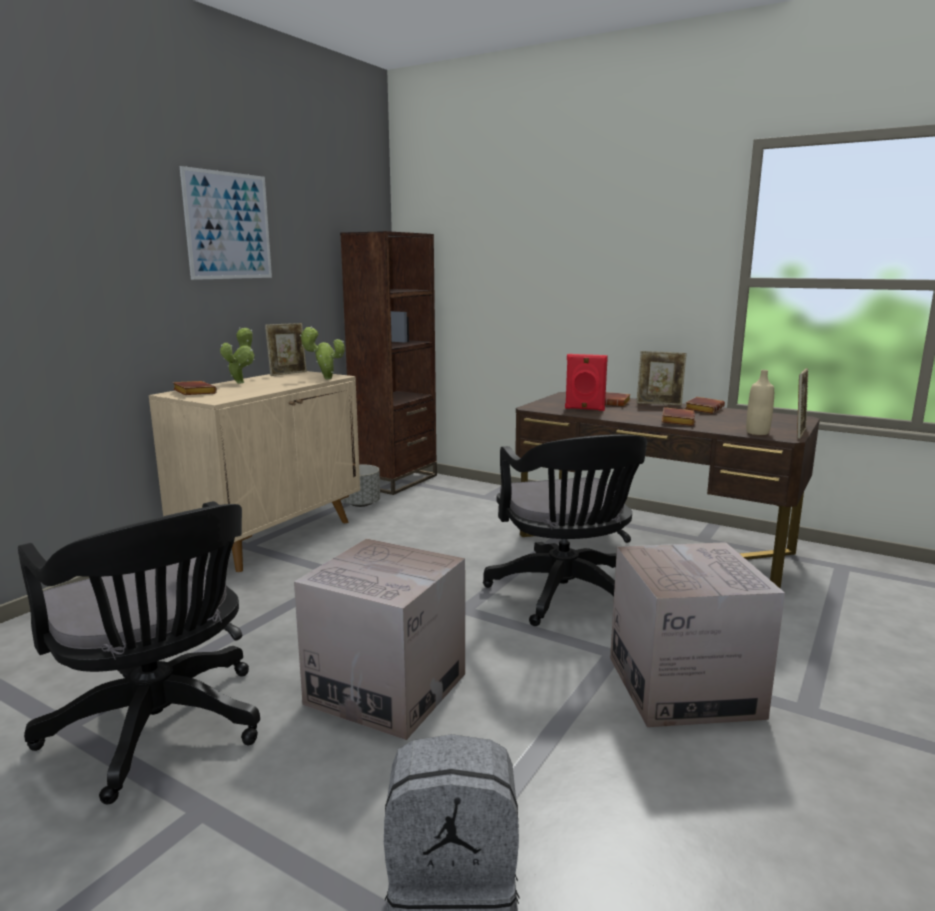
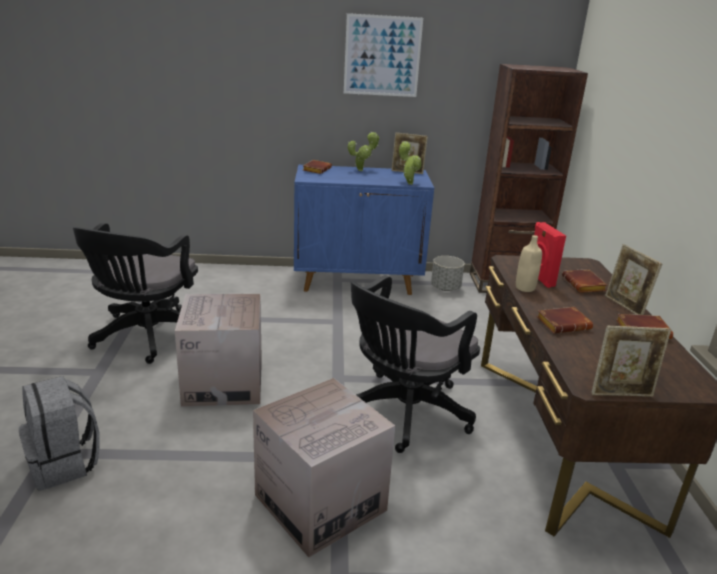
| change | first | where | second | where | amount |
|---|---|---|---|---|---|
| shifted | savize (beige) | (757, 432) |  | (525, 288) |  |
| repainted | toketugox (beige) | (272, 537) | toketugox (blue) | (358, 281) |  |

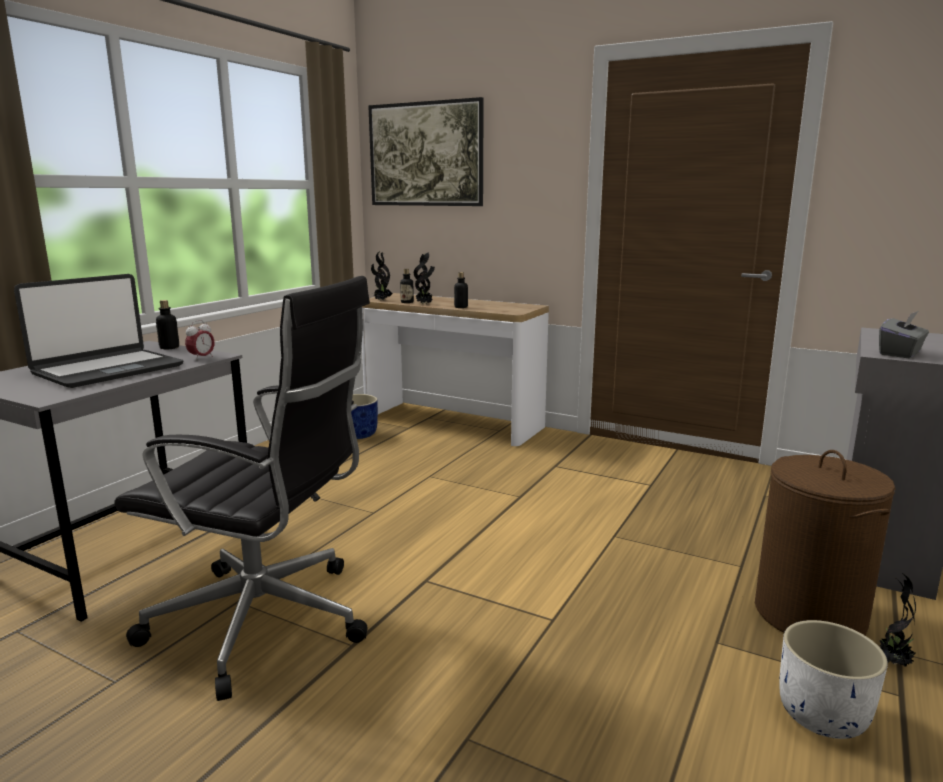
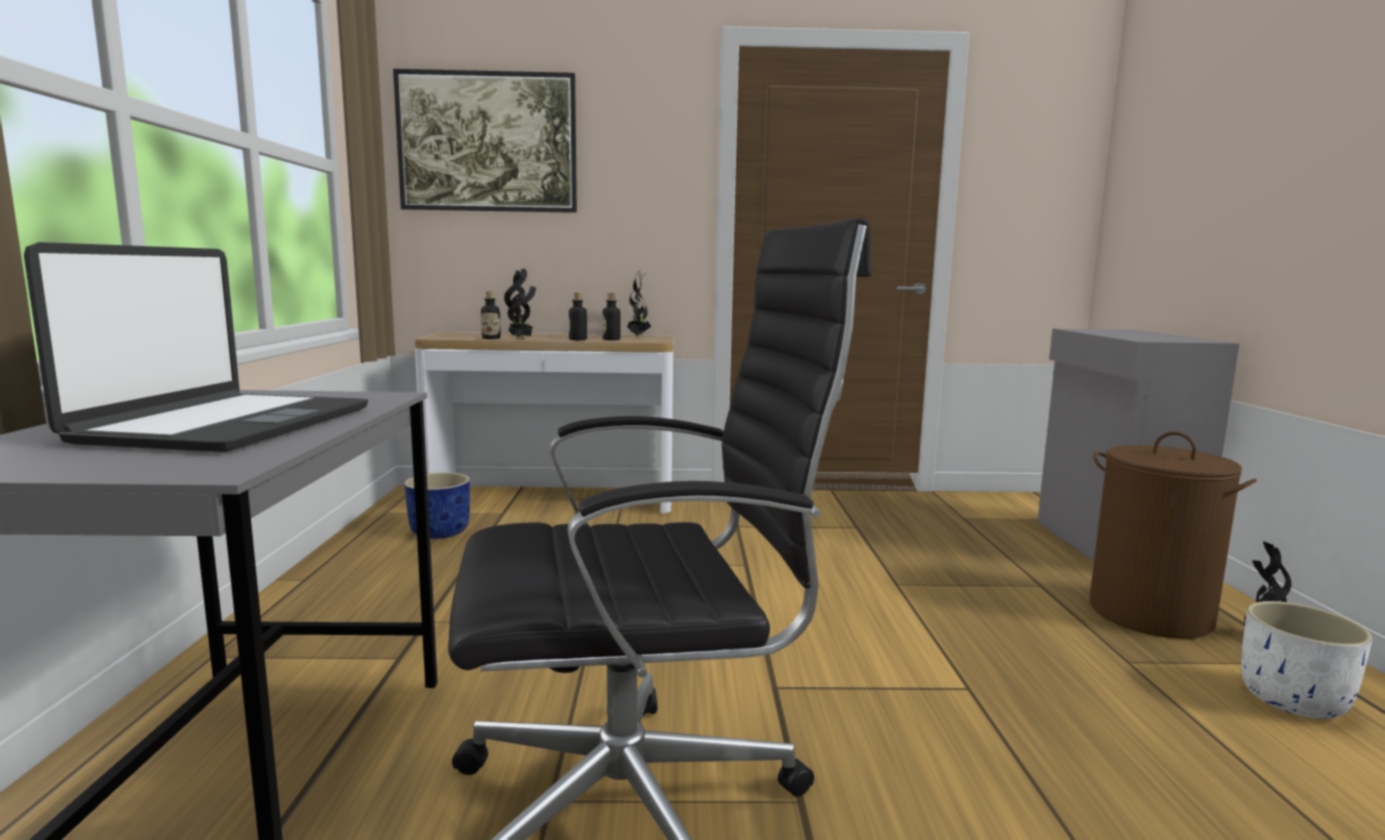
| change | first | where | second | where | amount |
|---|---|---|---|---|---|
| shifted | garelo | (381, 300) |  | (638, 336) |  |
| shifted | savize | (169, 347) |  | (611, 339) |  |
| gone | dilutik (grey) | (900, 353) |  |  |  |
| gone | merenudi | (201, 358) |  |  |  |

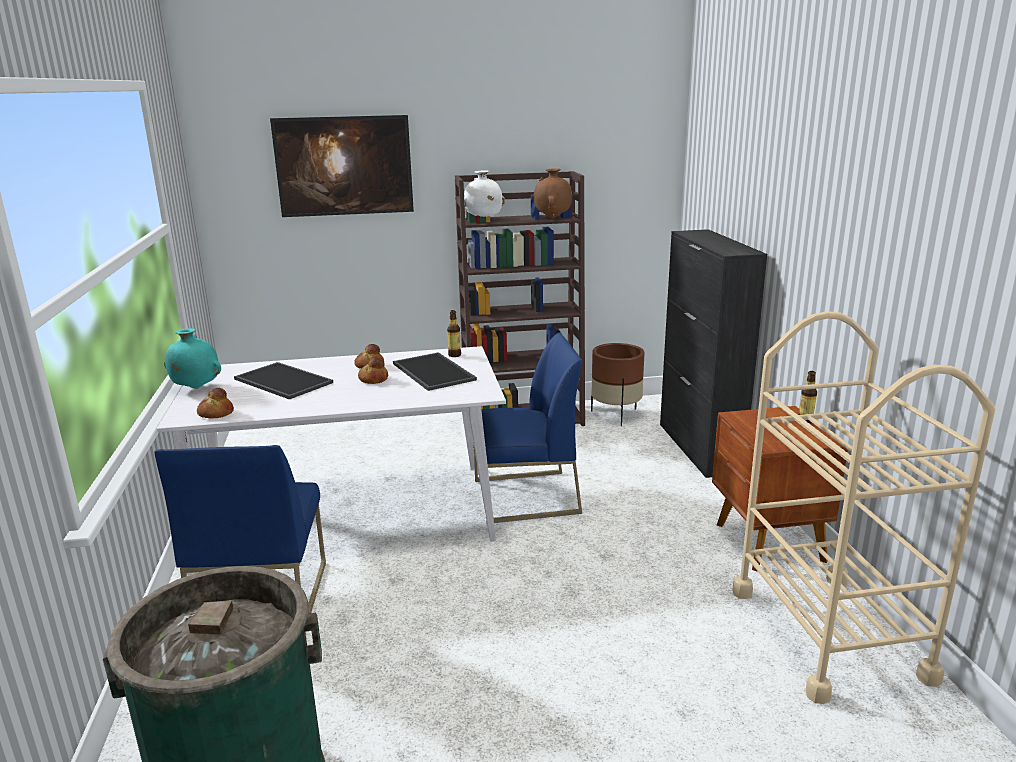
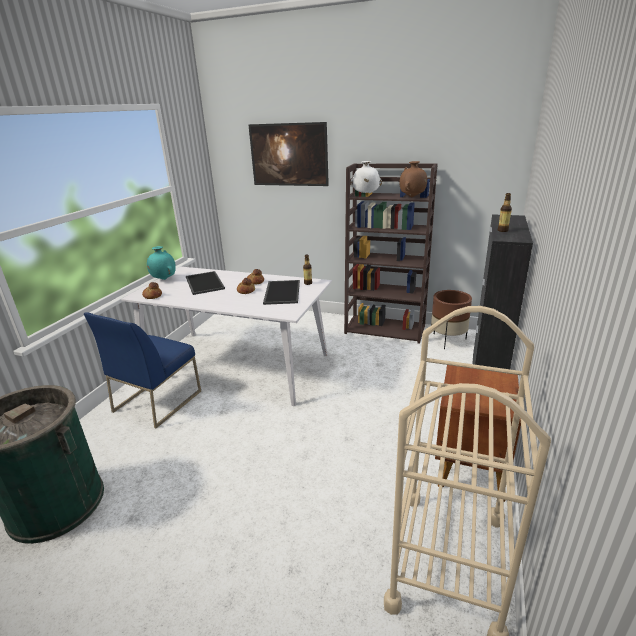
| change | first | where | second | where | amount |
|---|---|---|---|---|---|
| gone | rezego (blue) | (525, 497) |  |  |  |
| shifted | savize | (805, 421) |  | (502, 230) |  |

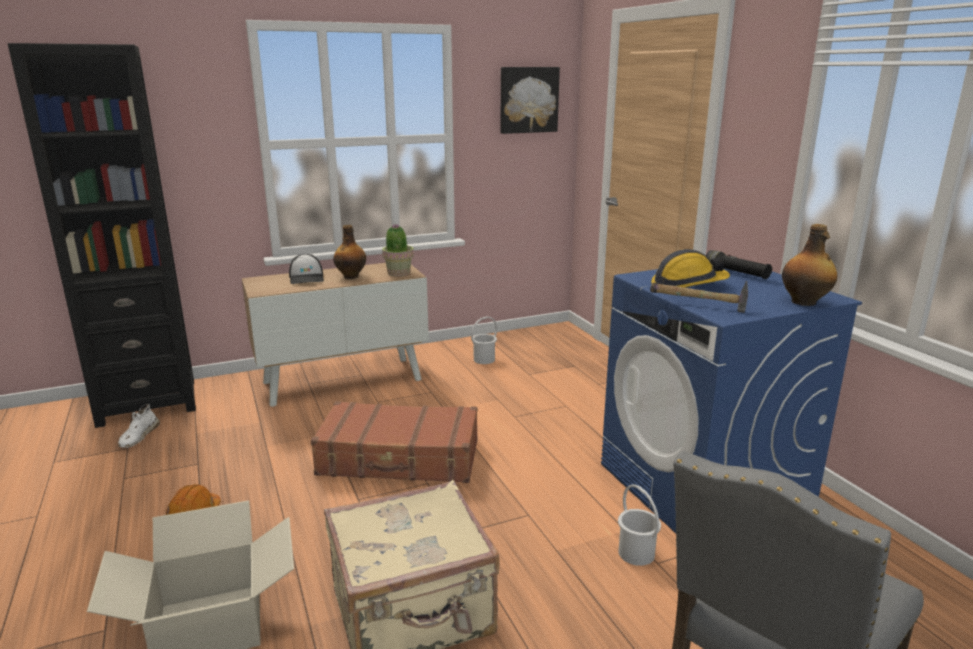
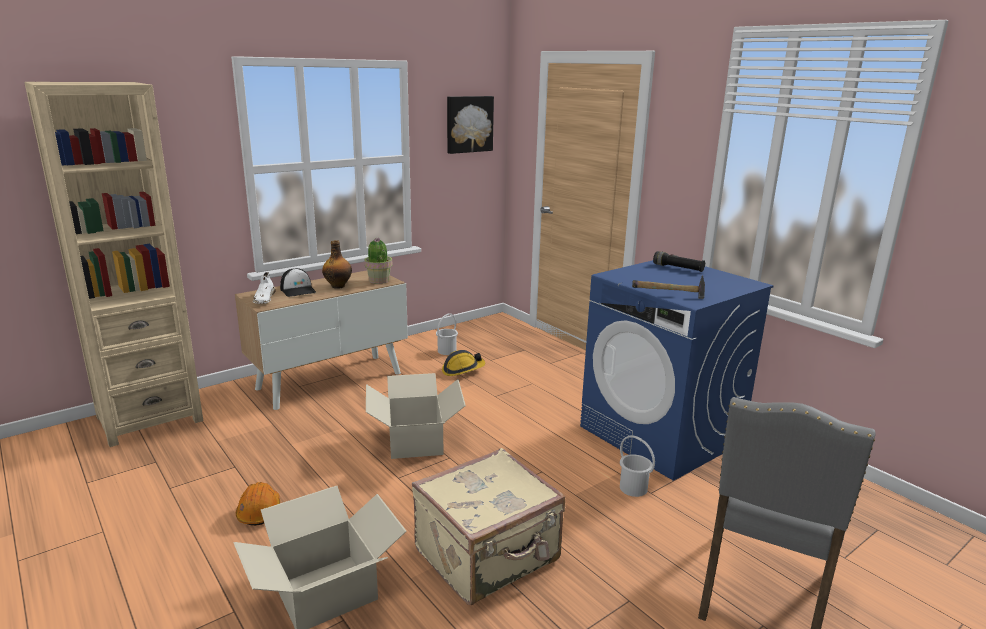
| change | first | where | second | where | amount |
|---|---|---|---|---|---|
| repainted | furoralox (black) | (148, 402) | furoralox (beige) | (149, 418) |  |
| gone | savize | (804, 302) |  |  |  |
| shifted | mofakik | (687, 285) |  | (462, 370) |  |
| swapped | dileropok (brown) | (399, 458) | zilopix | (416, 441) |  |
| shifted | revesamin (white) | (138, 436) |  | (264, 298) |  |

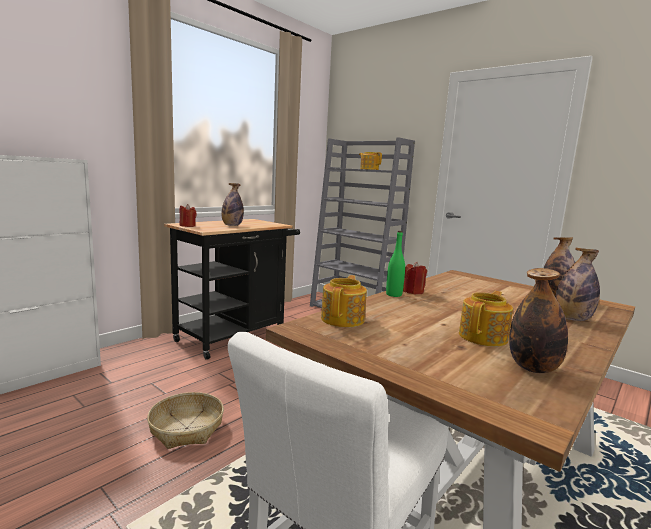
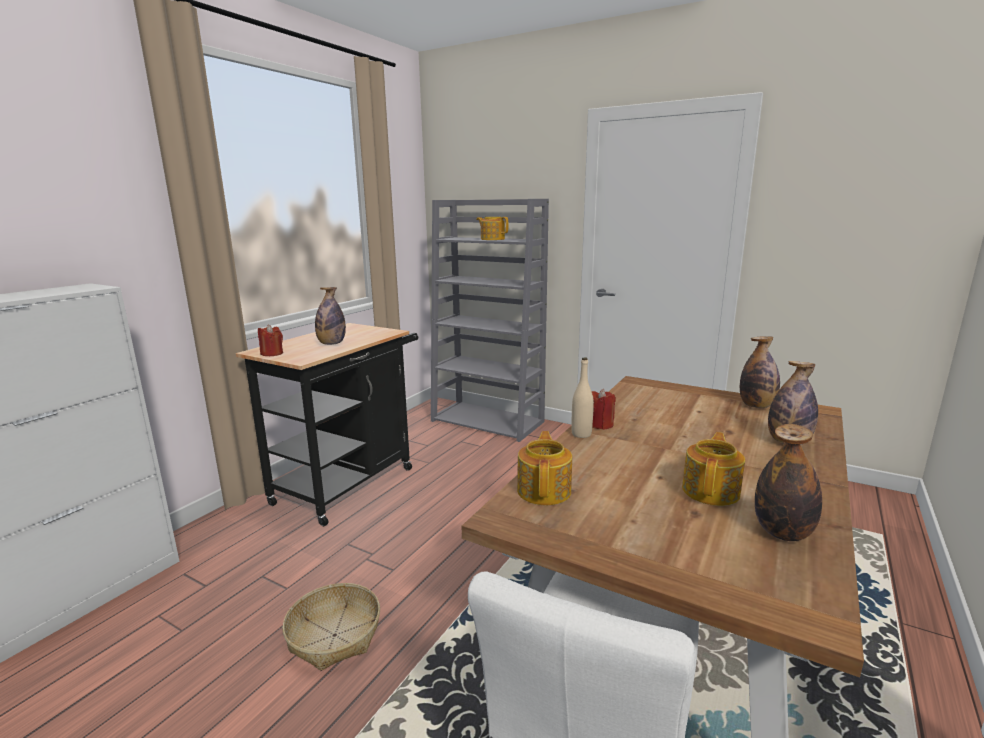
| change | first | where | second | where | amount |
|---|---|---|---|---|---|
| repainted | savize (green) | (394, 295) | savize (beige) | (581, 434) |  |

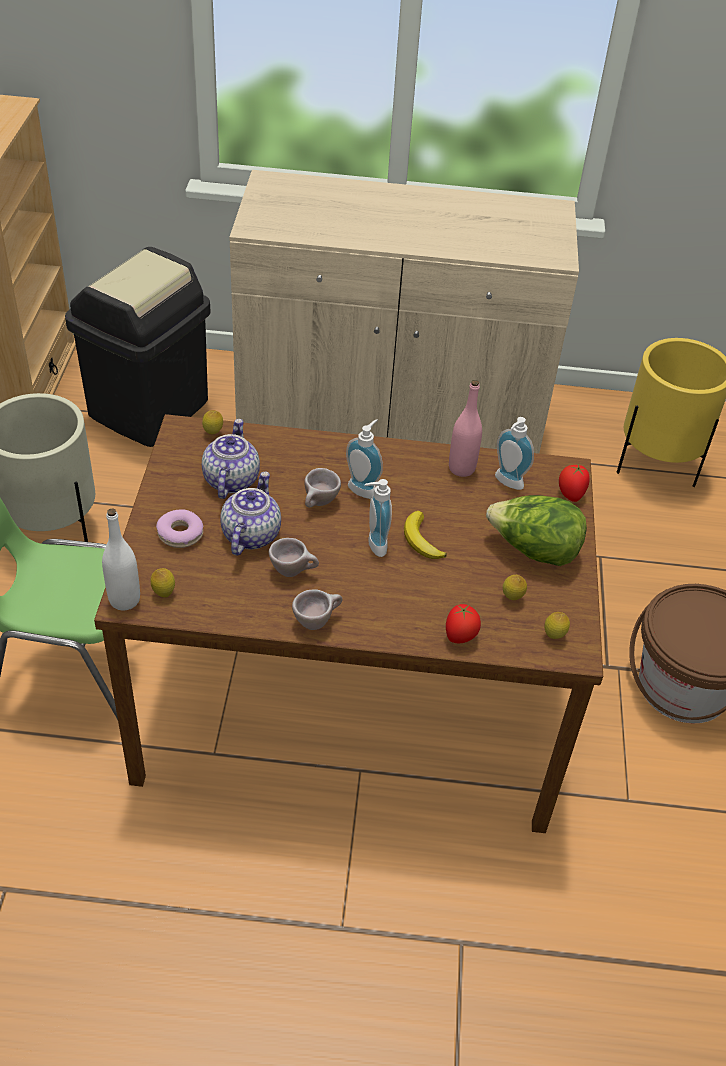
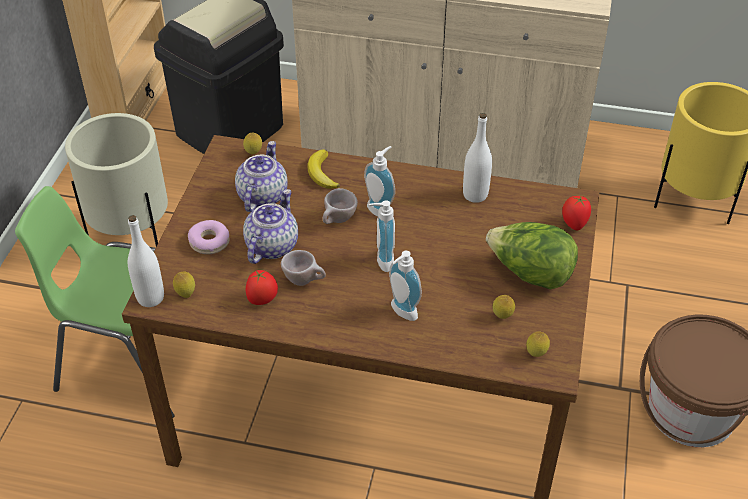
| change | first | where | second | where | amount |
|---|---|---|---|---|---|
| repainted | savize (pink) | (461, 468) | savize (white) | (475, 195) |  |
| shifted | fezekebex | (506, 483) |  | (401, 313) |  |
| shifted | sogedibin | (421, 540) |  | (322, 173) |  |
| gone | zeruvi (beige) | (317, 621) |  |  |  |
| shifted | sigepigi | (460, 637) |  | (262, 300) |  |

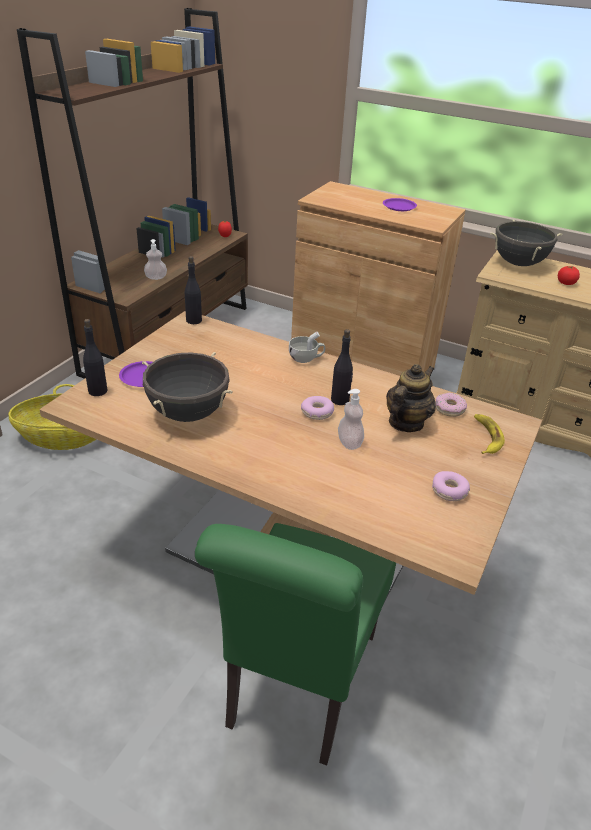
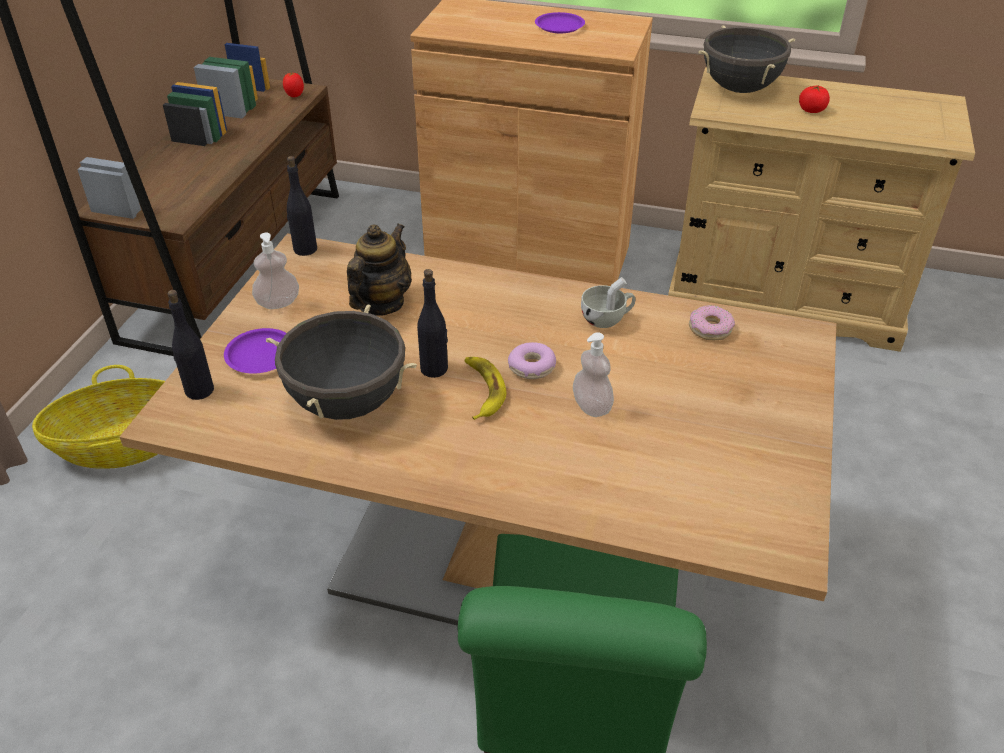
| change | first | where | second | where | amount |
|---|---|---|---|---|---|
| shifted | fezekebex | (156, 277) |  | (278, 303) |  |
| shifted | savize (black) | (340, 400) |  | (434, 369) |  |
| shifted | zeruvi (white) | (306, 358) |  | (607, 319) |  |
| shifted | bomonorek | (406, 423) |  | (380, 303) |  |
| shifted | sogedibin | (486, 437) |  | (482, 390) |  |
| gone | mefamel | (449, 491) |  |  |  |

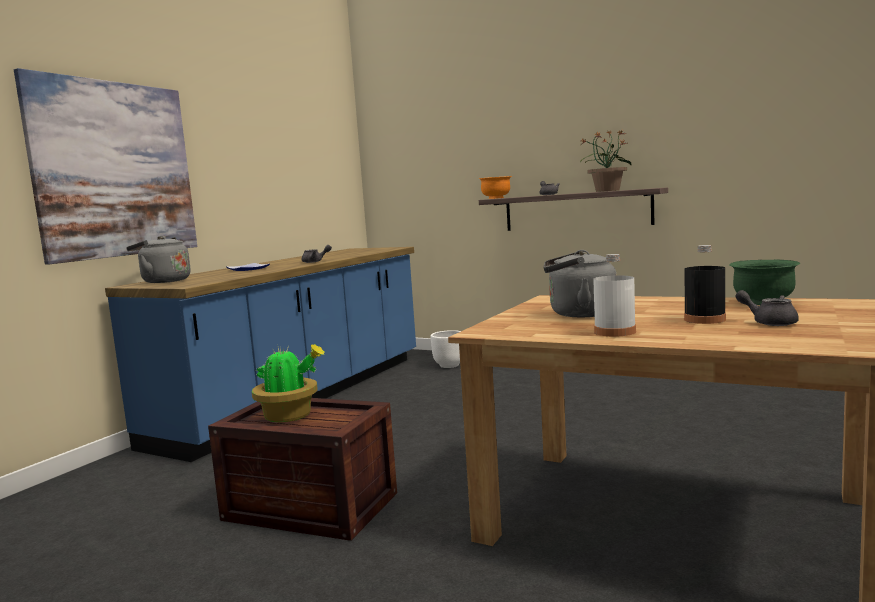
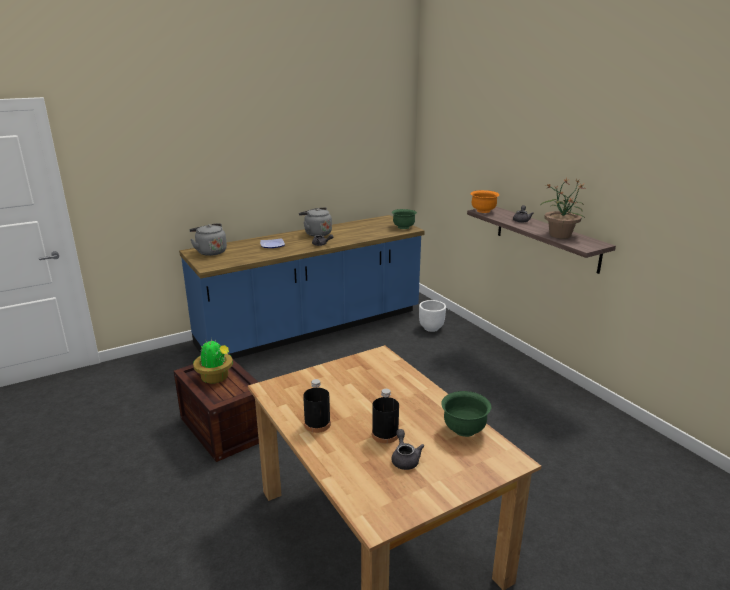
| change | first | where | second | where | amount |
|---|---|---|---|---|---|
| gone | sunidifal | (115, 169) |  |  |  |
| shifted | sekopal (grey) | (578, 314) |  | (316, 233) |  |
| repainted | savize (white) | (614, 332) | savize (black) | (317, 424) |  |
| new |  |  | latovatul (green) | (403, 227) |  |

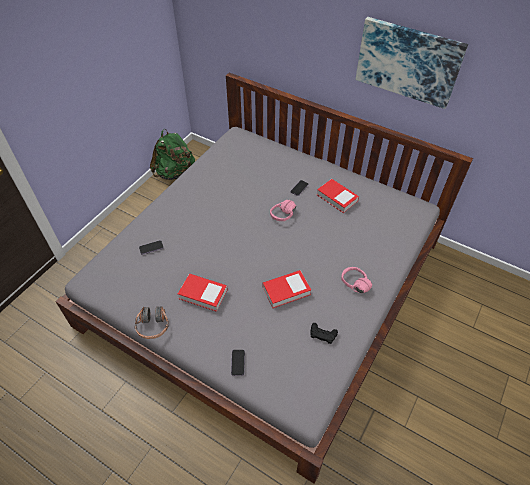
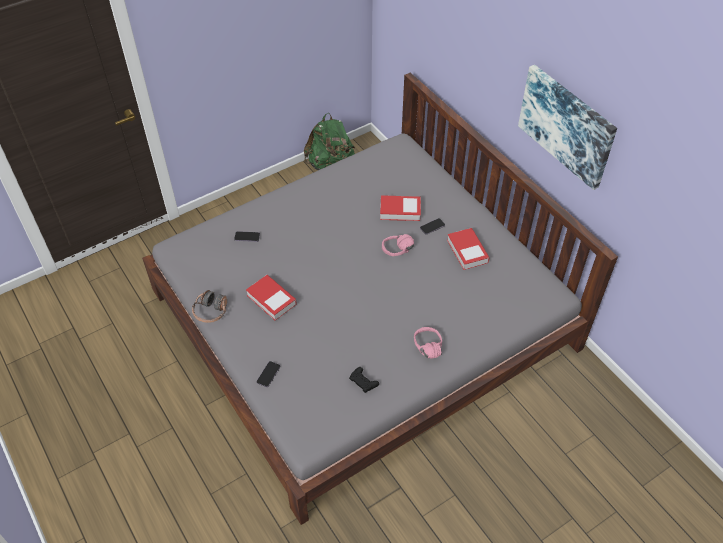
| change | first | where | second | where | amount |
|---|---|---|---|---|---|
| shifted | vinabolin | (286, 291) |  | (400, 211) |  |

